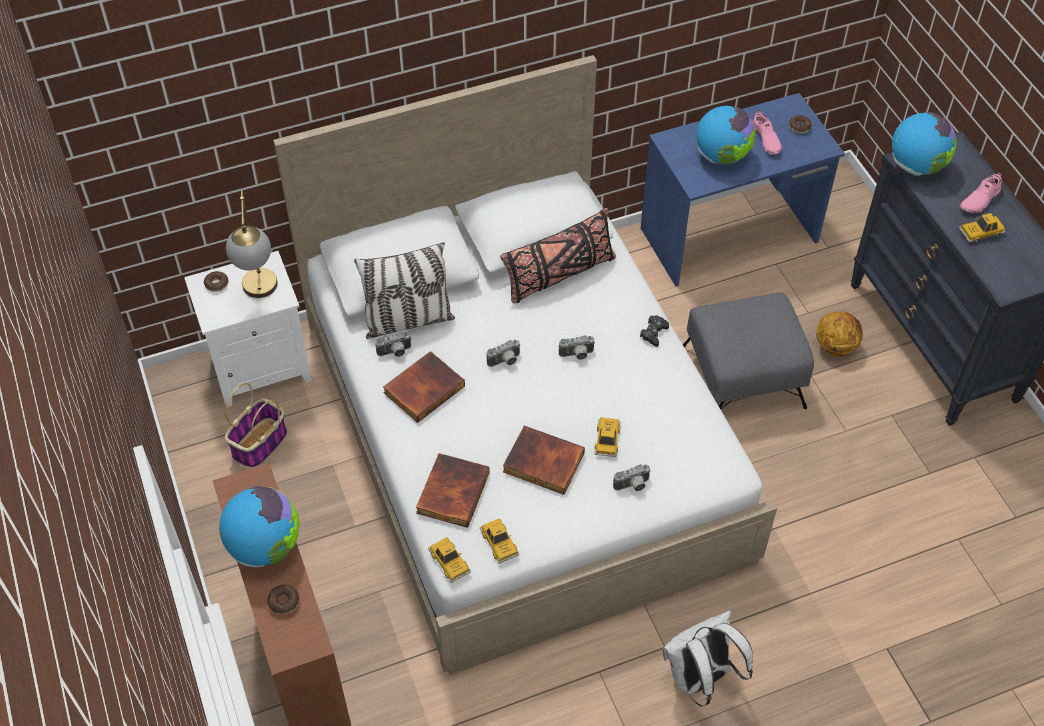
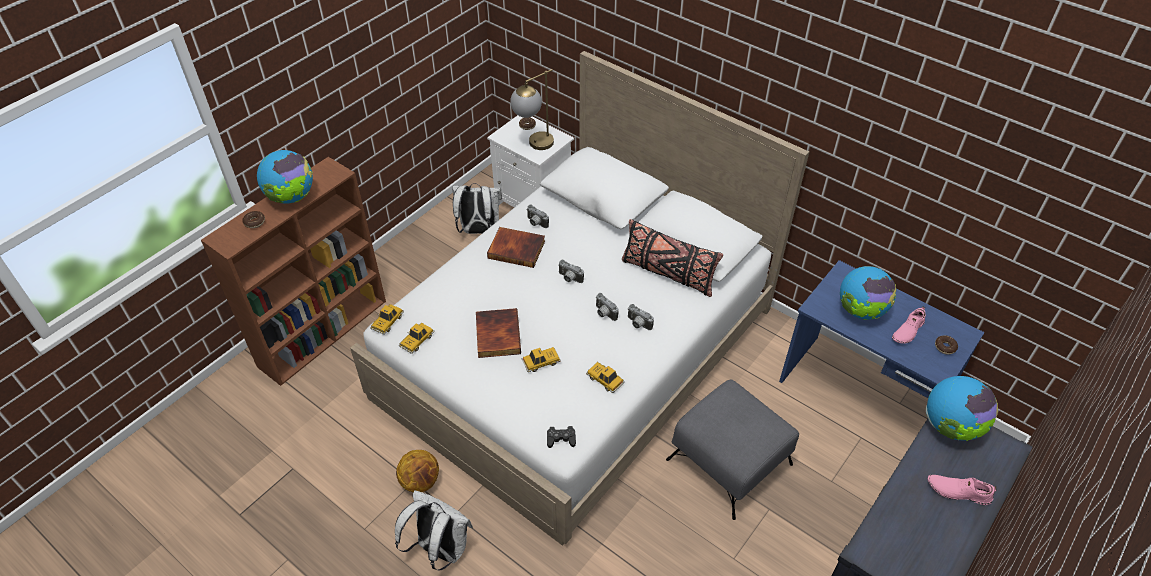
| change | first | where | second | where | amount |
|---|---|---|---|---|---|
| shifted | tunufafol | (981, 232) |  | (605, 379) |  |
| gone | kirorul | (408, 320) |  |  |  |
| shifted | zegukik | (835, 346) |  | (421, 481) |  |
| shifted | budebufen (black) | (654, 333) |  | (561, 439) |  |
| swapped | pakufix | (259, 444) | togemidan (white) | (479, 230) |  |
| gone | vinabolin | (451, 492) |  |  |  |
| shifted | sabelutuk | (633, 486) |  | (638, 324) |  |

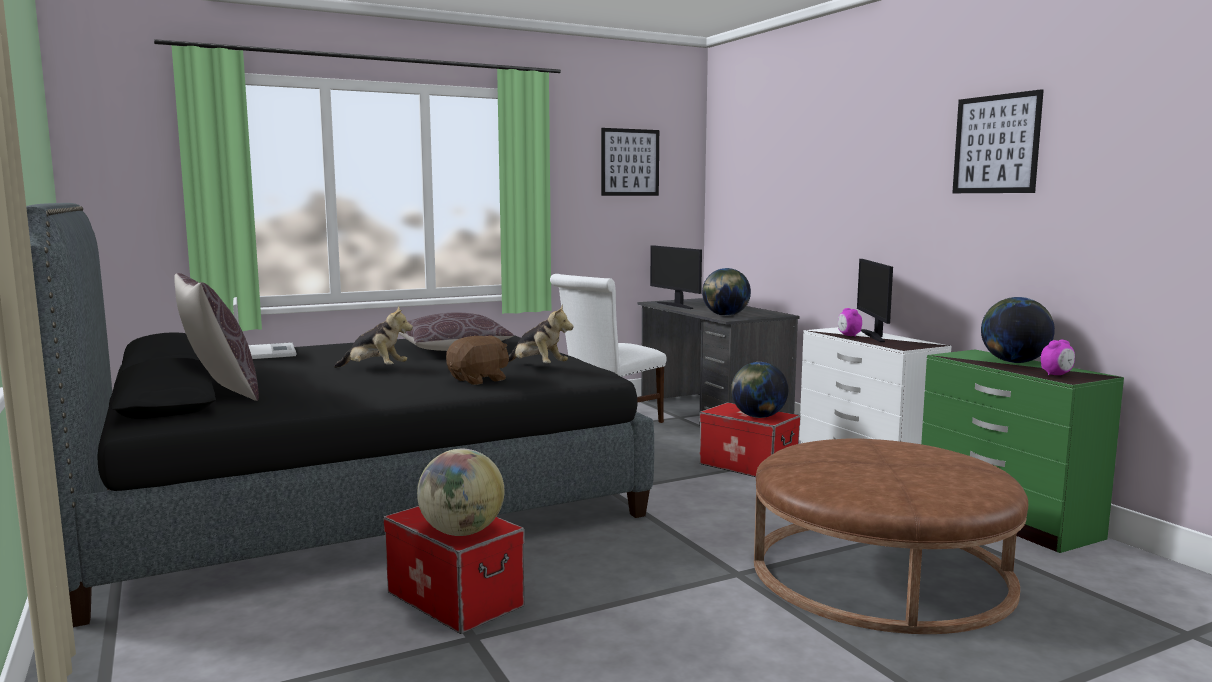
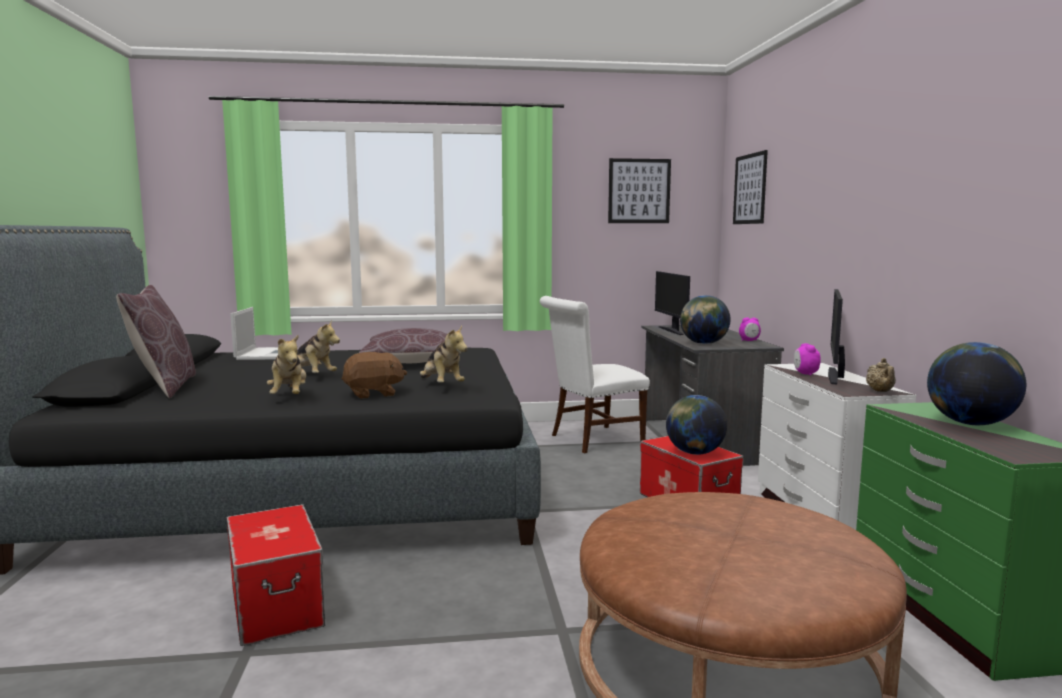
| change | first | where | second | where | amount |
|---|---|---|---|---|---|
| shifted | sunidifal | (996, 144) |  | (750, 189) |  |
| shifted | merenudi | (1056, 374) |  | (749, 340) |  |
| gone | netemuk | (461, 532) |  |  |  |
| new |  |  | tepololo | (289, 396) |  |
| new |  |  | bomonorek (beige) | (880, 391) |  |

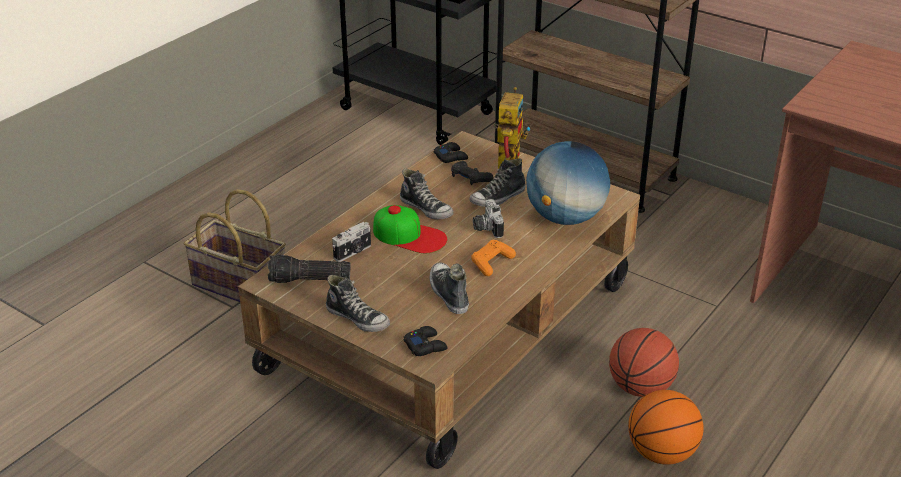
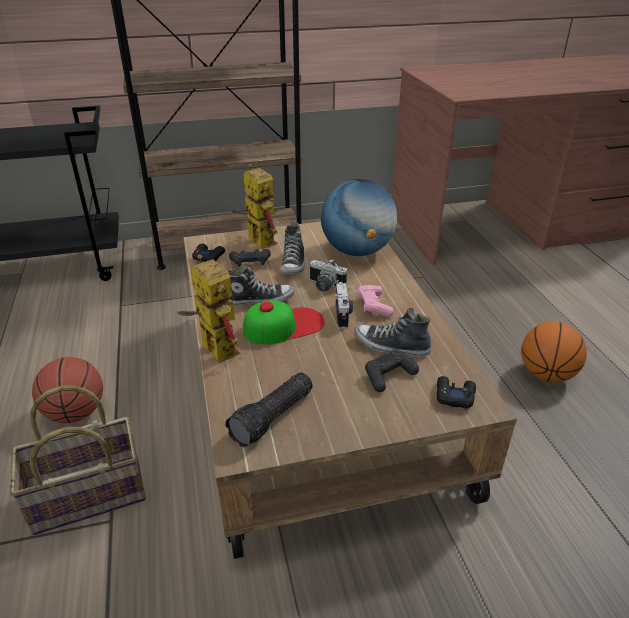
| change | first | where | second | where | amount |
|---|---|---|---|---|---|
| shifted | sabelutuk | (353, 252) |  | (343, 315) |  |
| repainted | budebufen (orange) | (491, 263) | budebufen (pink) | (373, 306) |  |
| gone | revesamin | (358, 318) |  |  |  |
| shifted | zegukik | (640, 387) |  | (75, 413) |  |
| new |  |  | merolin | (212, 347) |  |
| new |  |  | budebufen (black) | (389, 376) |  |

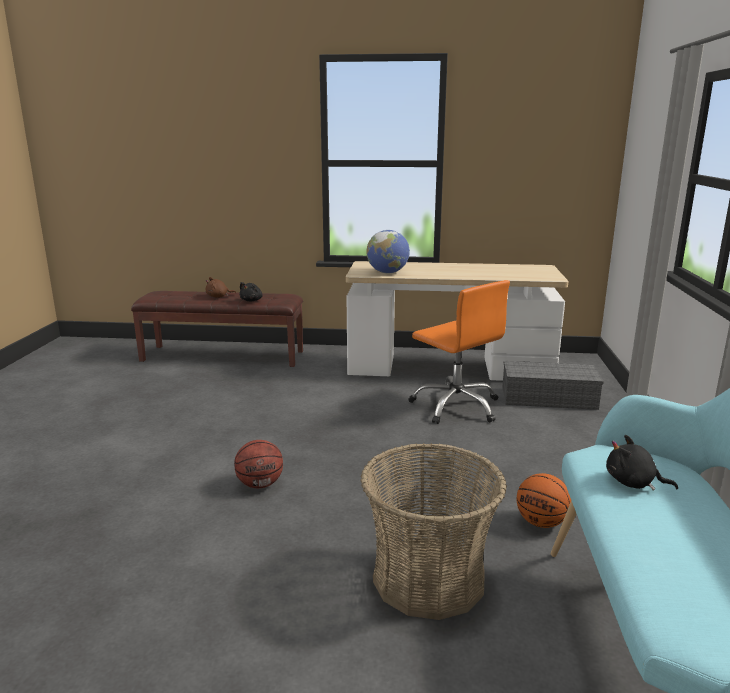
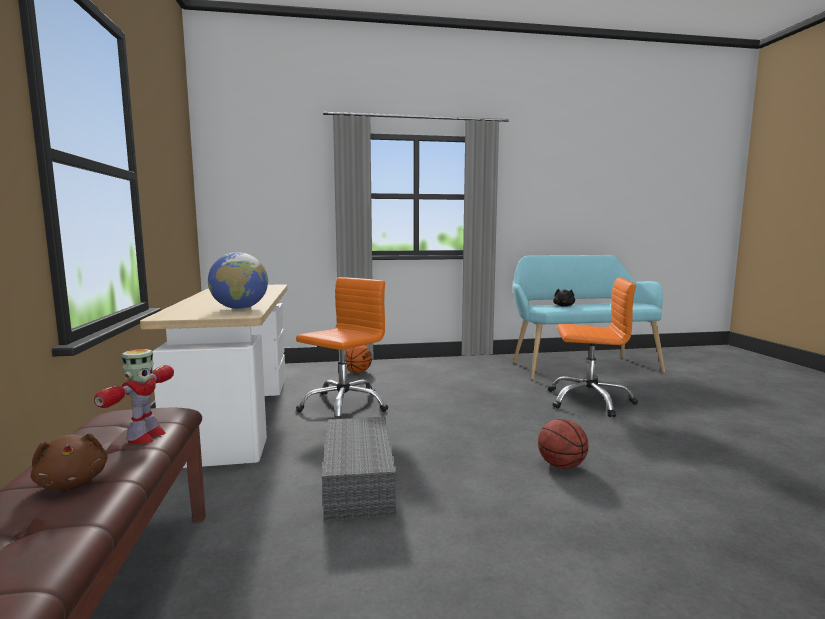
| change | first | where | second | where | amount |
|---|---|---|---|---|---|
| swapped | tepololo (black) | (252, 300) | merolin | (145, 437) |  |
| shifted | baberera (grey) | (549, 397) |  | (357, 481) |  |
| swapped | pakufix | (428, 578) | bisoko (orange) | (589, 401) |  |
| shifted | zegukik | (541, 522) |  | (357, 372) |  |

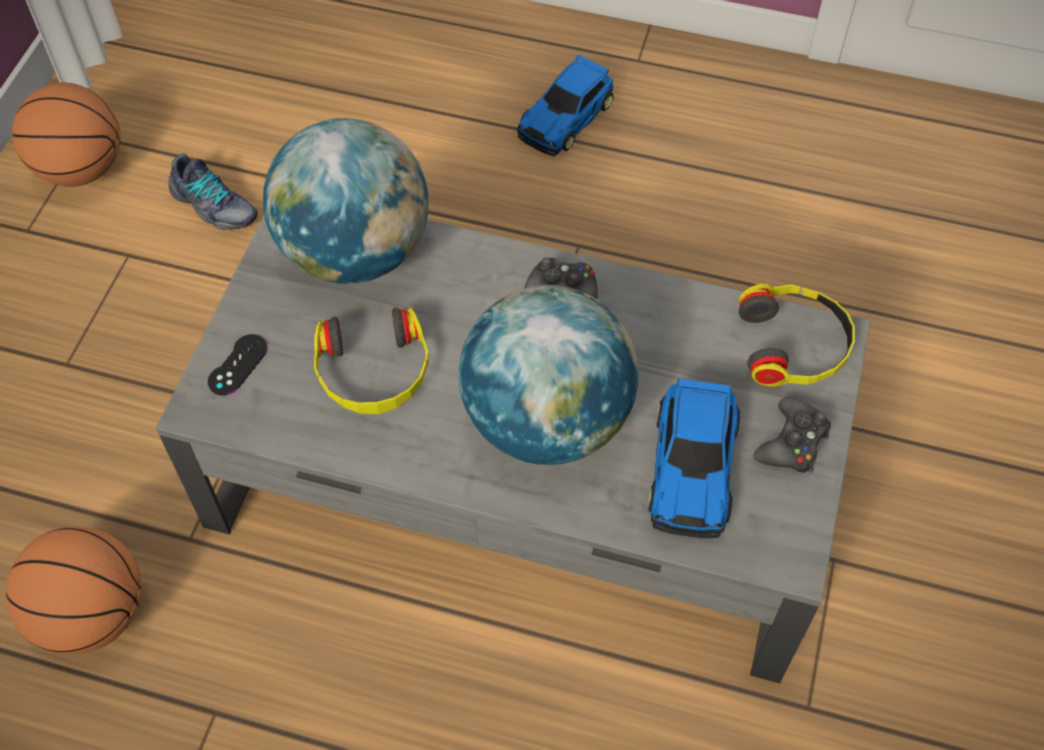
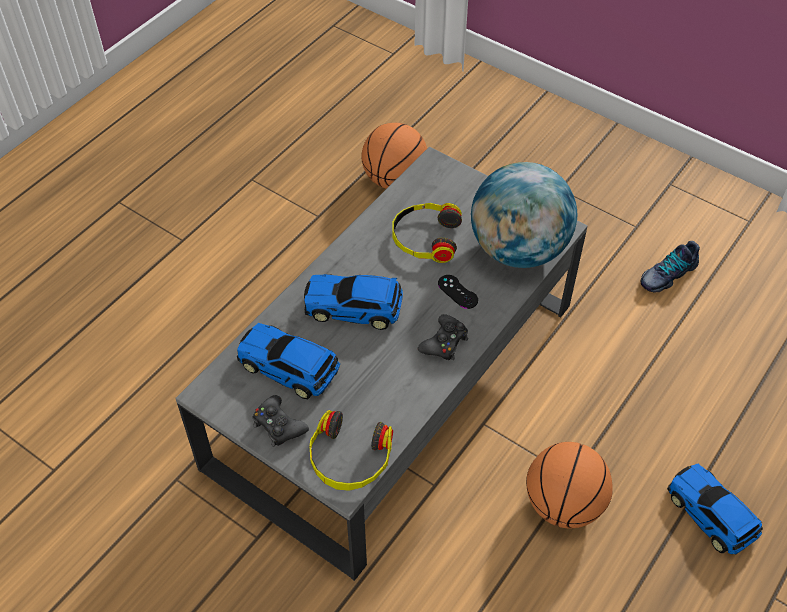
| change | first | where | second | where | amount |
|---|---|---|---|---|---|
| shifted | zegukik | (81, 169) |  | (563, 504) |  |
| swapped | netemuk | (547, 420) | tunufafol | (355, 307) |  |
| shifted | budebufen (black) | (238, 365) |  | (457, 292) |  |

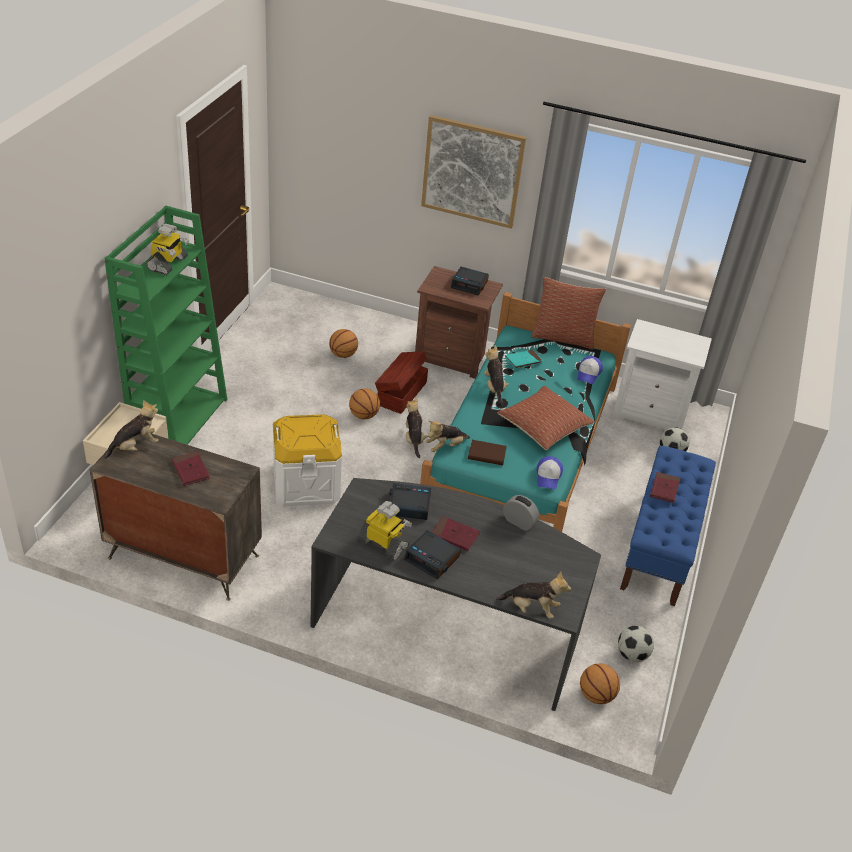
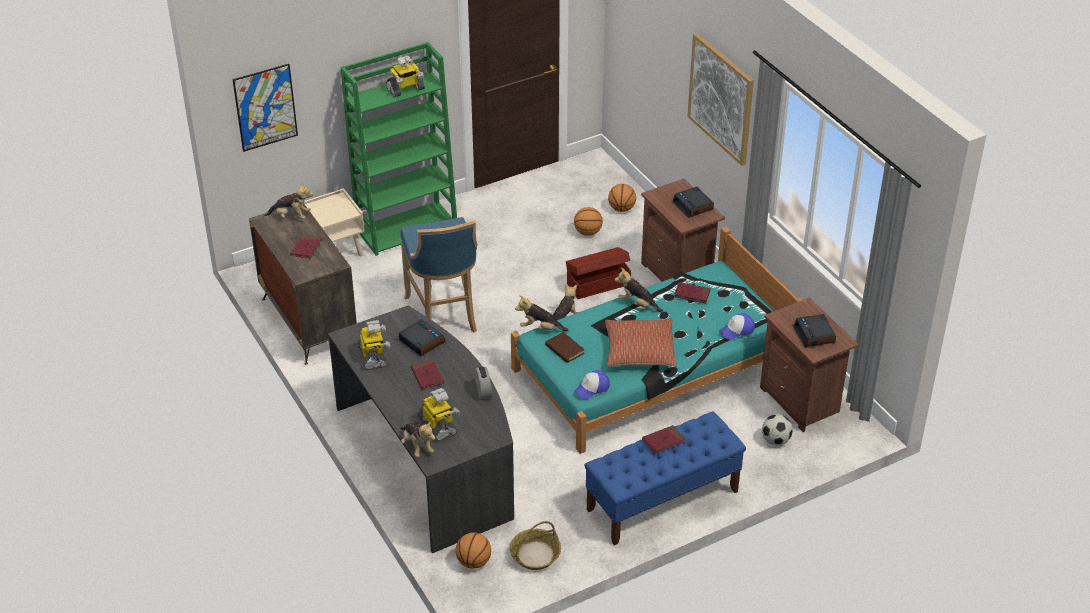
| change | first | where | second | where | amount |
|---|---|---|---|---|---|
| gone | kirorul | (563, 337) |  |  |  |
| repainted | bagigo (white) | (650, 413) | bagigo (brown) | (802, 401) |  |
| rotated | tepololo | (494, 388) |  | (637, 304) | 90 degrees counterclockwise |
| repainted | vinabolin (turquoise) | (523, 360) | vinabolin (red) | (692, 294) |  |
| shifted | zegukik | (364, 415) |  | (622, 209) |  |
| swapped | baberera (white) | (306, 484) | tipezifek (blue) | (444, 315) |  |
| shifted | merenudi | (432, 558) |  | (814, 335) |  |
| swapped | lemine | (632, 654) | pakufix | (535, 554) |  |
| new |  |  | sunidifal | (265, 107) |  |
| new |  |  | merolin | (439, 426) |  |

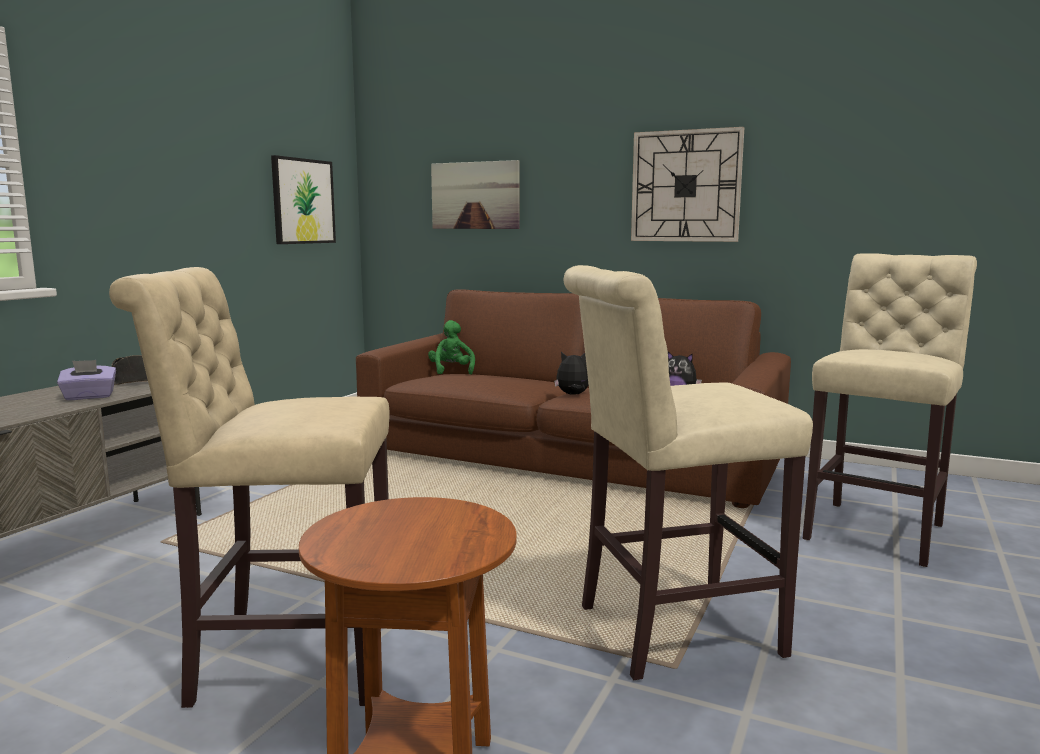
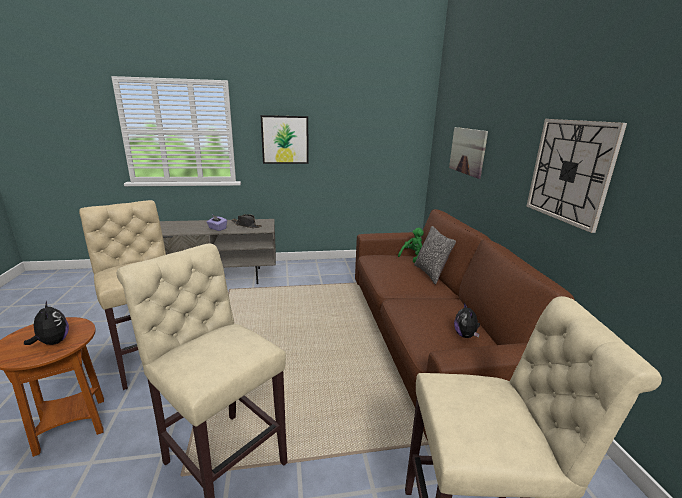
| change | first | where | second | where | amount |
|---|---|---|---|---|---|
| shifted | sunidifal | (303, 201) |  | (285, 140) |  |
| shifted | tepololo | (573, 395) |  | (53, 342) |  |
| new |  |  | kirorul | (430, 273) |  |

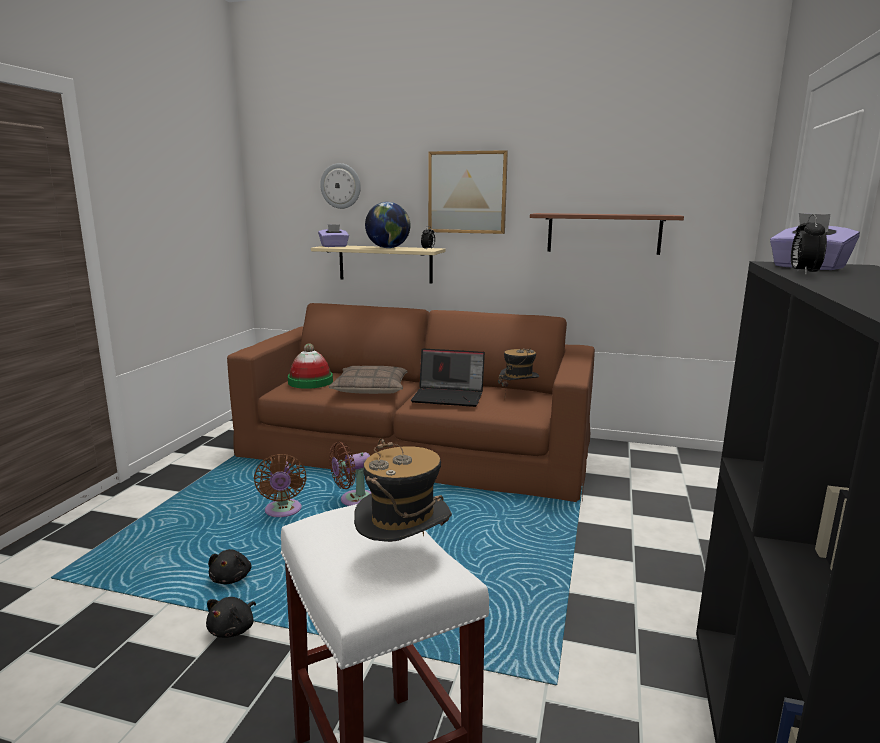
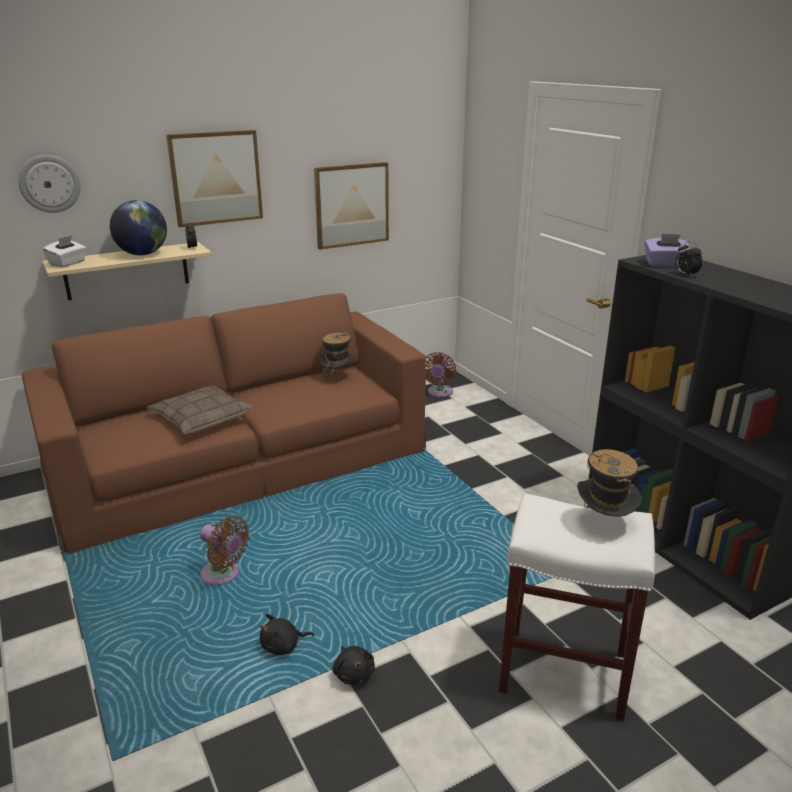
| change | first | where | second | where | amount |
|---|---|---|---|---|---|
| swapped | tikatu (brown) | (603, 233) | sunidifal | (351, 205) |  |
| repainted | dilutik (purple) | (334, 246) | dilutik (white) | (68, 263) |  |
| gone | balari | (310, 381) |  |  |  |
| gone | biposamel | (449, 396) |  |  |  |
| shifted | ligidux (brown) | (354, 500) |  | (439, 393) |  |
| rotated | tepololo (black) | (231, 578) |  | (283, 646) | 120 degrees clockwise |

